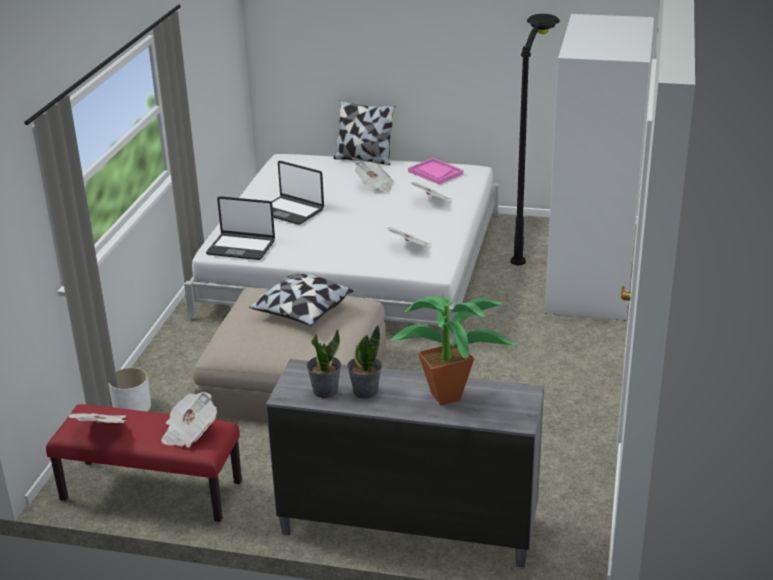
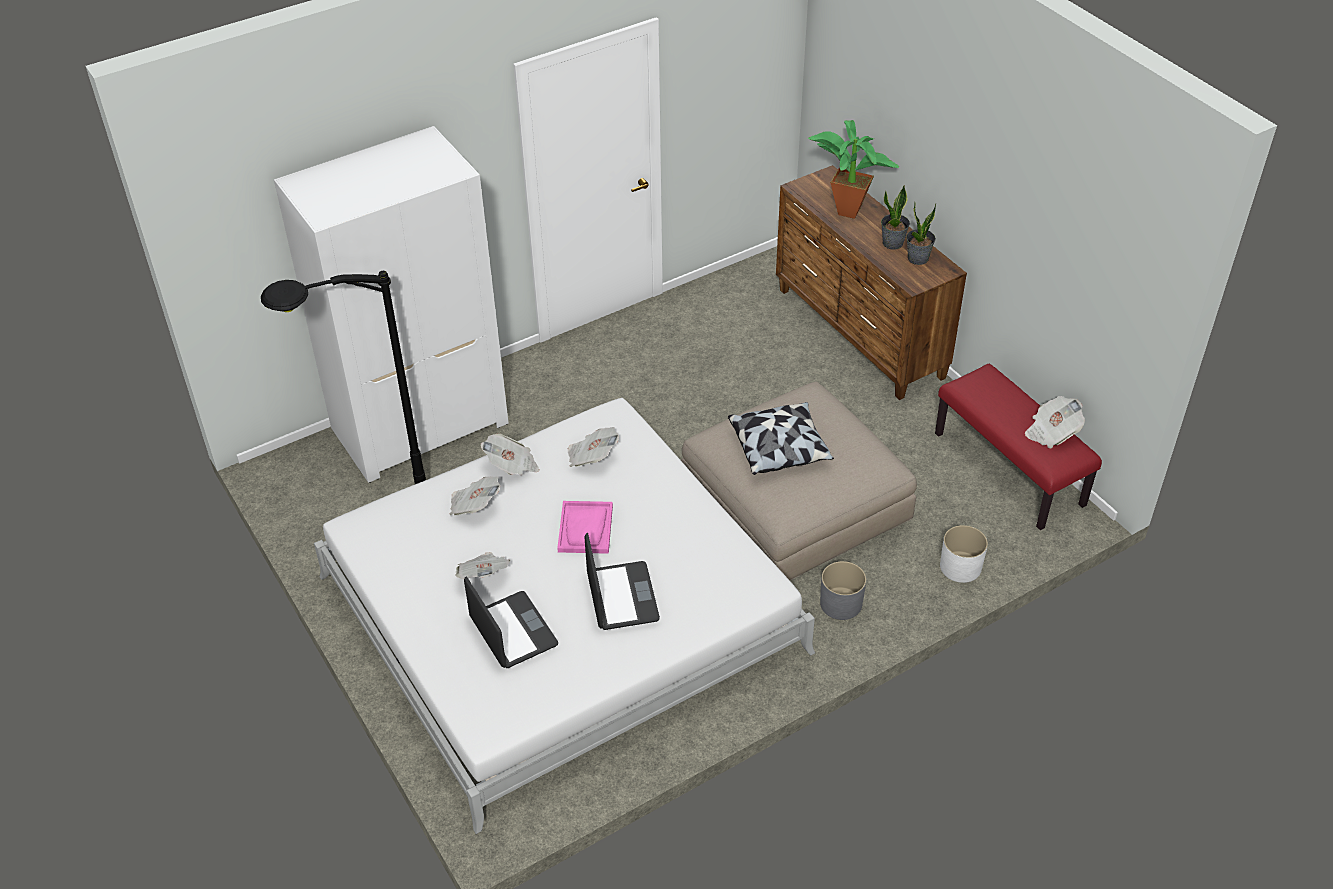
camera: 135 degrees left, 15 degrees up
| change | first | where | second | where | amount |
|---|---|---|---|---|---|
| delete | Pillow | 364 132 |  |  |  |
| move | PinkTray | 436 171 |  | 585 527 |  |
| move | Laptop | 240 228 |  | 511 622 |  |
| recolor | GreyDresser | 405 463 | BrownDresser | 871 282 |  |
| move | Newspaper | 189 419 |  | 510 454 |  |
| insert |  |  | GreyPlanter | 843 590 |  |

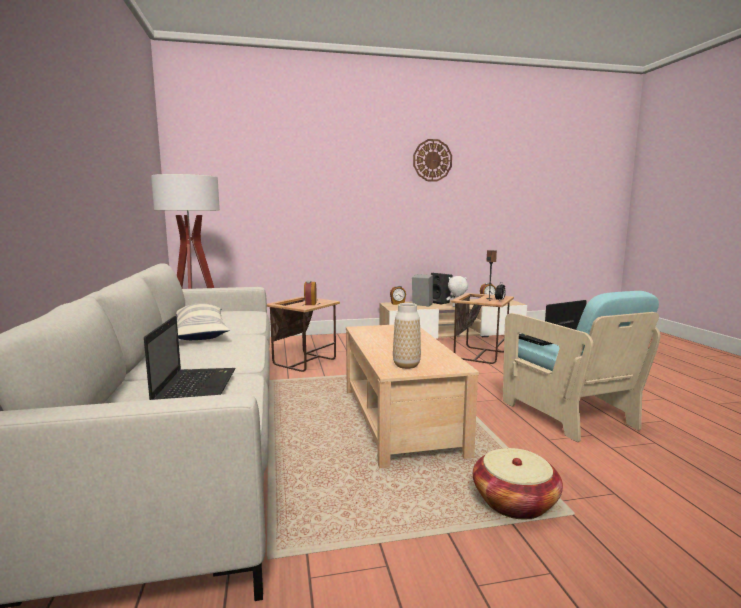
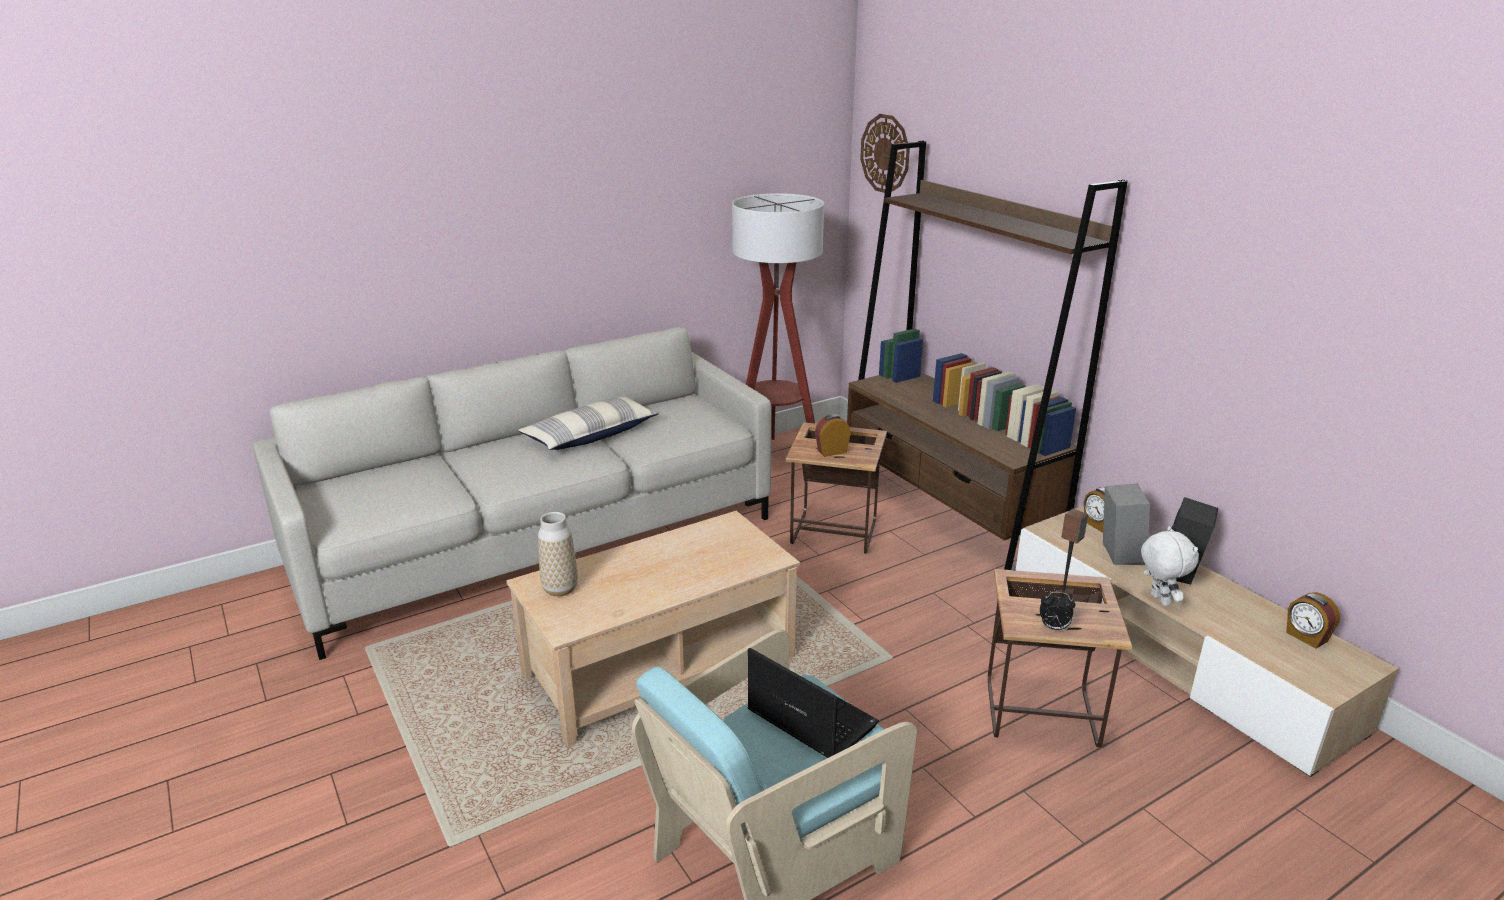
camera: 70 degrees right, 15 degrees up
| change | first | where | second | where | amount |
|---|---|---|---|---|---|
| move | WallClock | 432 160 |  | 885 153 |  |
| delete | Laptop | 189 358 |  |  |  |
| delete | Basket | 518 483 |  |  |  |
| insert |  |  | BrownBookcase | 987 355 |  |

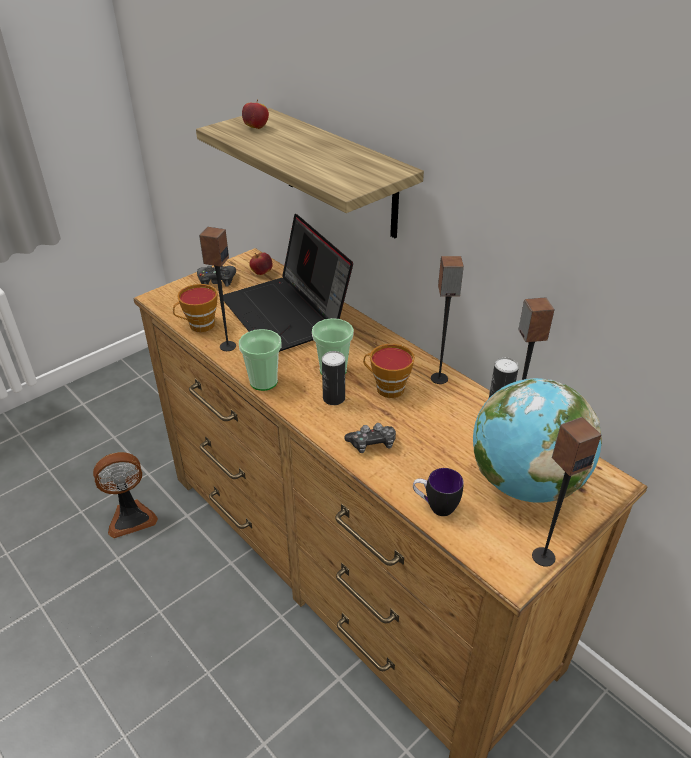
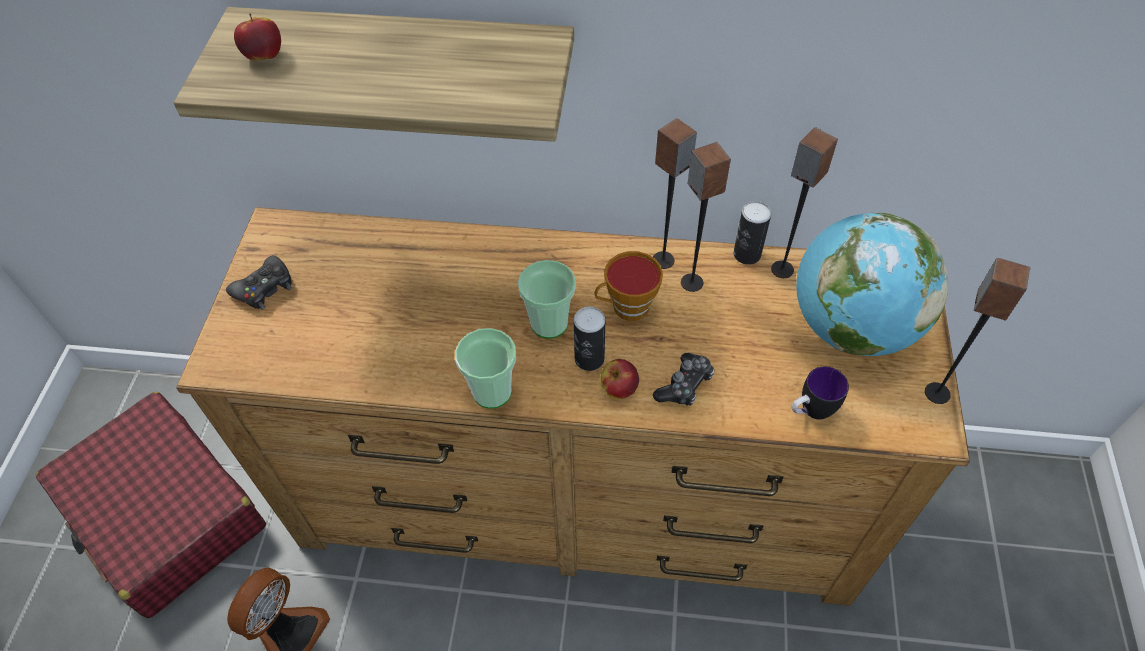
camera: 40 degrees left, 15 degrees up
| change | first | where | second | where | amount |
|---|---|---|---|---|---|
| delete | Laptop | 288 283 |  |  |  |
| move | Speaker | 217 289 |  | 706 217 |  |
| move | Apple | 261 263 |  | 619 379 |  |
| delete | Cup | 195 308 |  |  |  |
| insert |  |  | RedSuitcase | 151 505 |  |

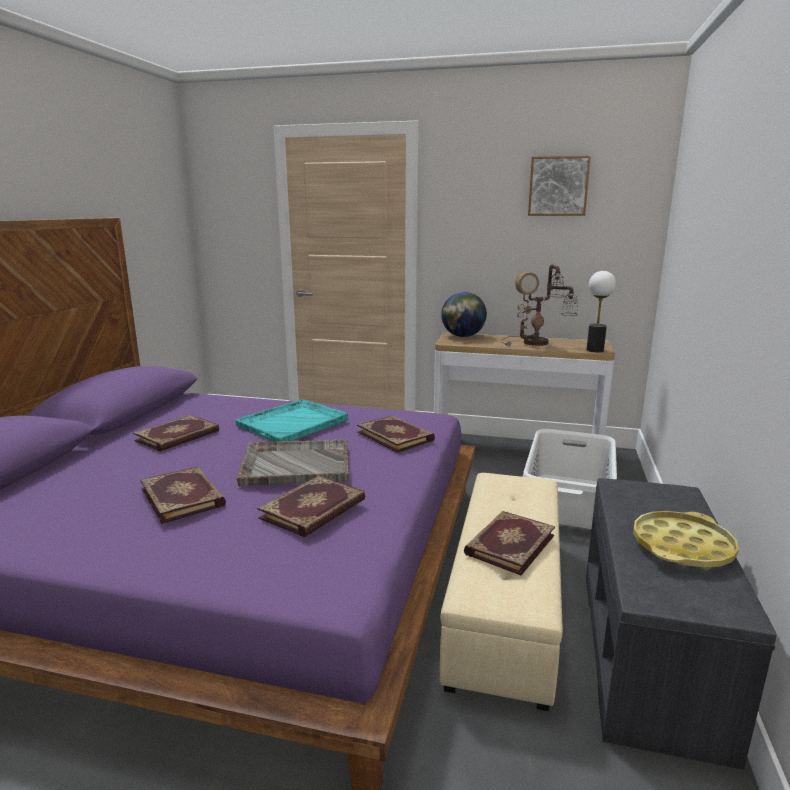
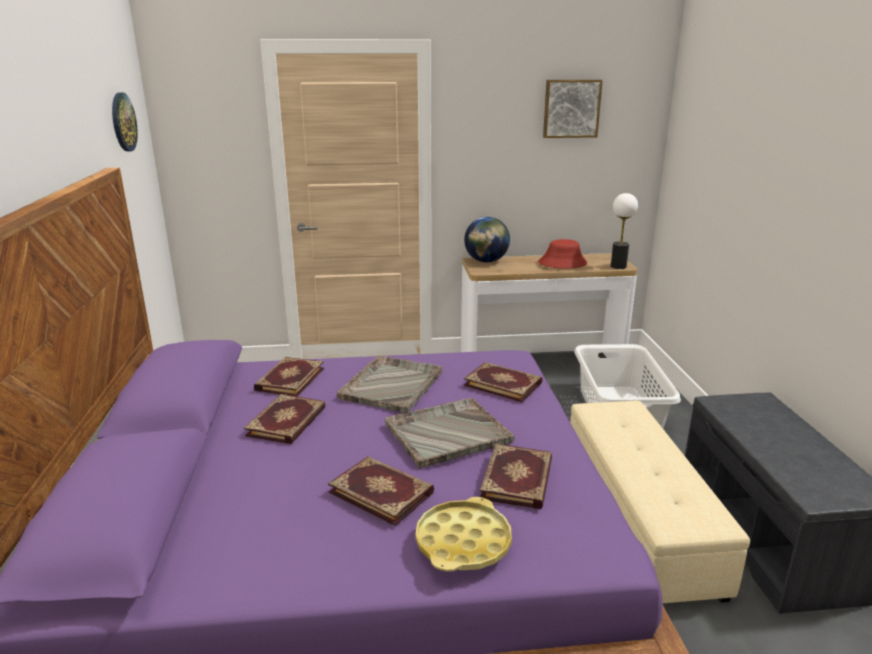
camera: 20 degrees left, 5 degrees up
| change | first | where | second | where | amount |
|---|---|---|---|---|---|
| replace | TableLamp | 539 305 | RedHat | 562 254 |  |
| recolor | TurquoiseTray | 292 420 | GreyTray | 389 384 |  |
| move | Book | 509 543 |  | 289 377 |  |
| move | YellowTray | 686 540 |  | 464 534 |  |
| insert |  |  | WallClock | 125 122 |  |

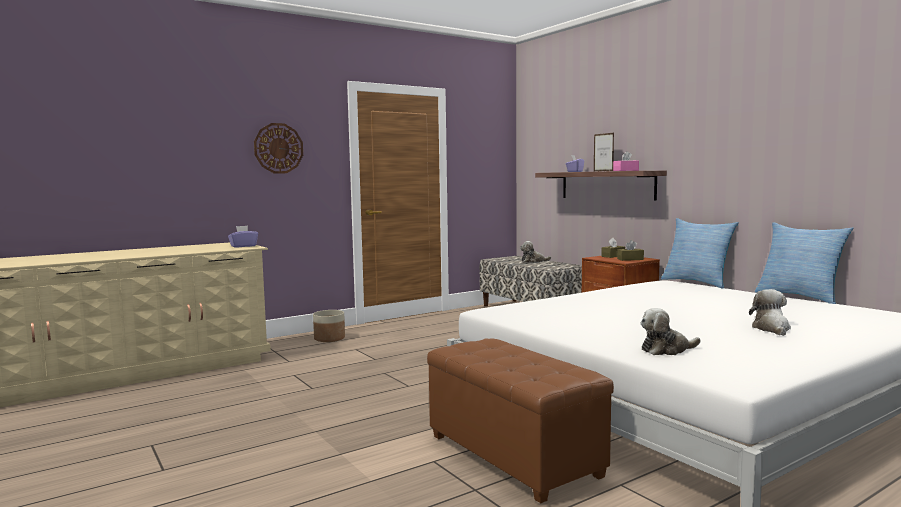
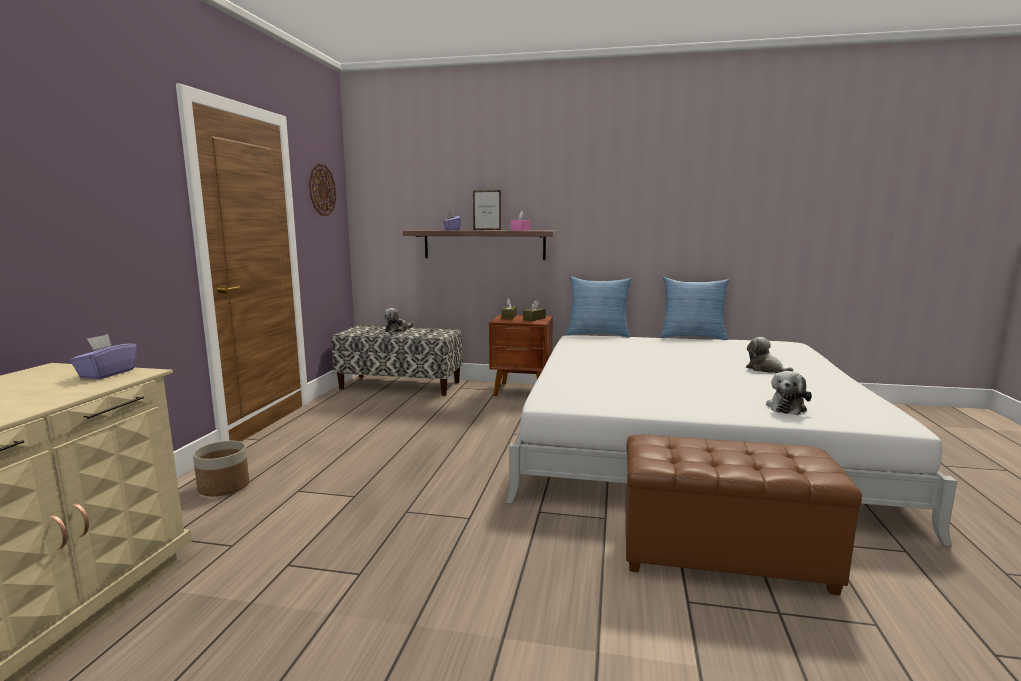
camera: 45 degrees left, 5 degrees up
| change | first | where | second | where | amount |
|---|---|---|---|---|---|
| move | WallClock | 278 148 |  | 322 190 |  |

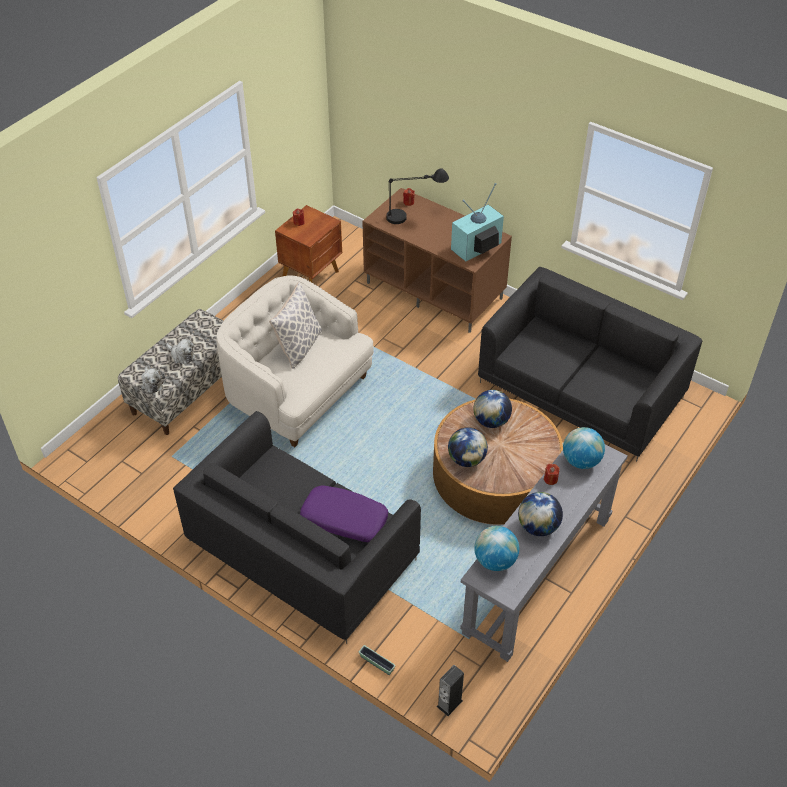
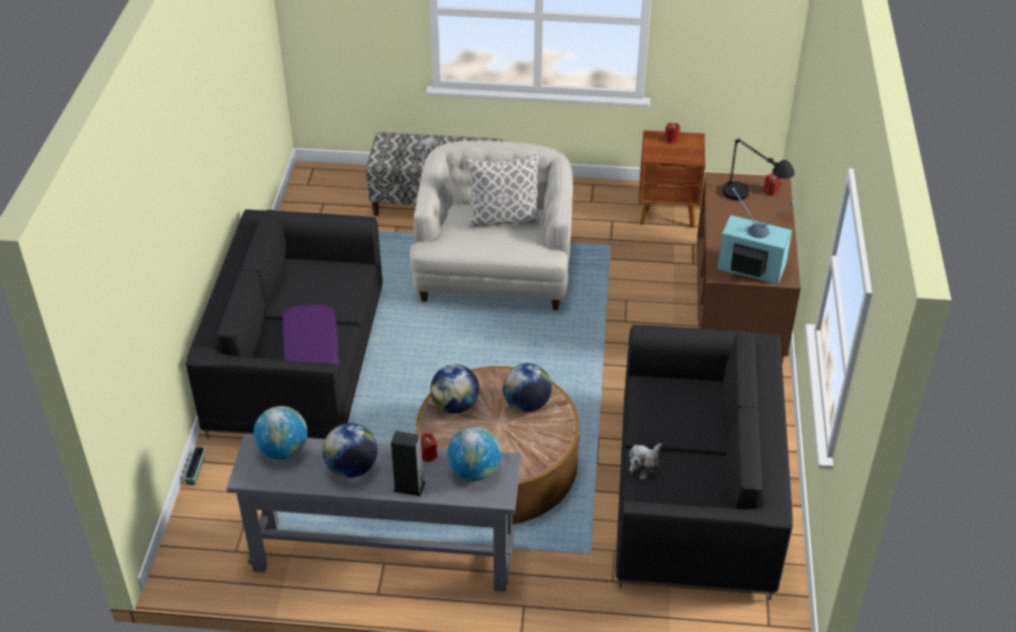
camera: 60 degrees right, 5 degrees down
| change | first | where | second | where | amount |
|---|---|---|---|---|---|
| move | PlushToy | 153 379 |  | 645 461 |  |
| move | Speaker | 450 690 |  | 408 464 |  |

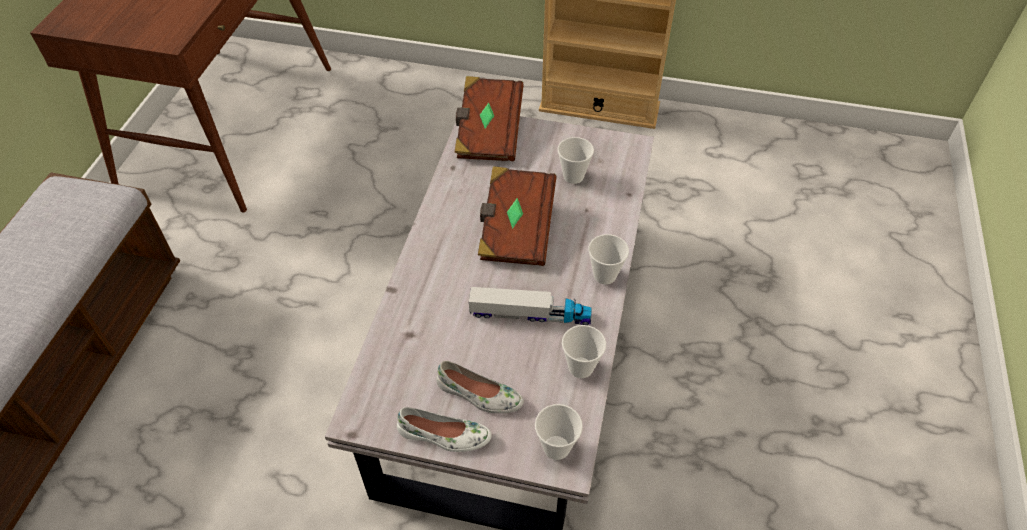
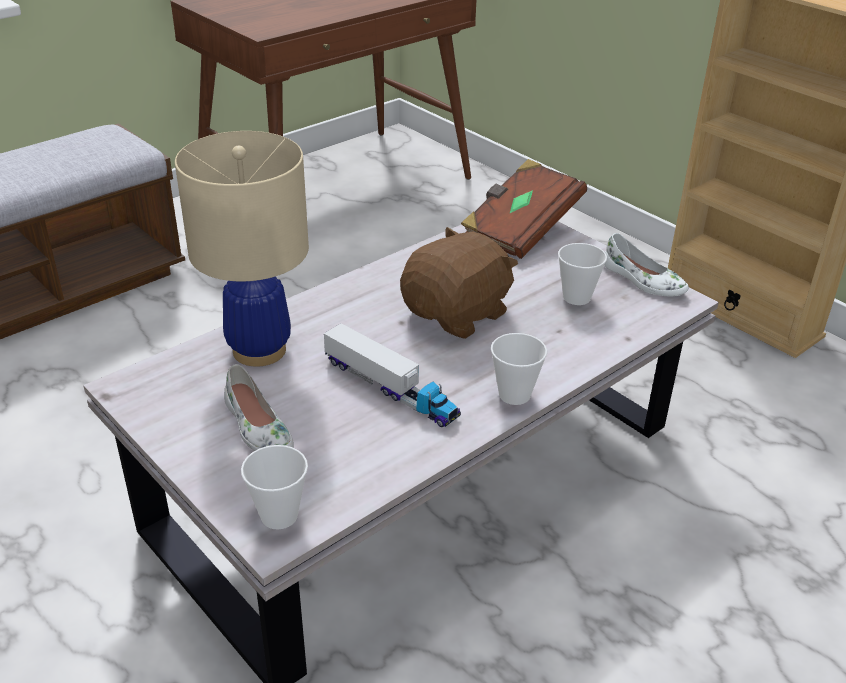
camera: 35 degrees right, 15 degrees down
| change | first | where | second | where | amount |
|---|---|---|---|---|---|
| replace | BrownBook | 517 216 | BrownPlushToy | 459 283 |  |
| delete | Cup | 584 351 |  |  |  |
| move | WhiteShoe | 444 429 |  | 646 264 |  |
| insert |  |  | BeigeTableLamp | 242 249 |  |

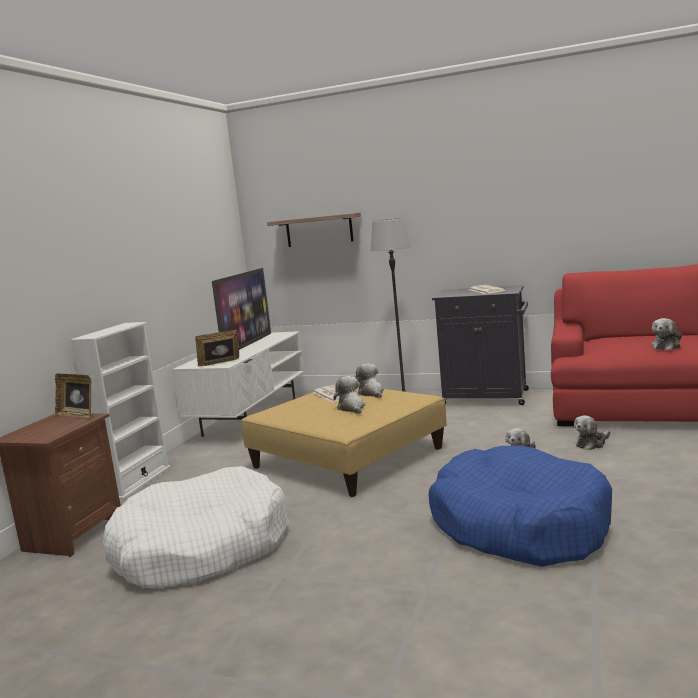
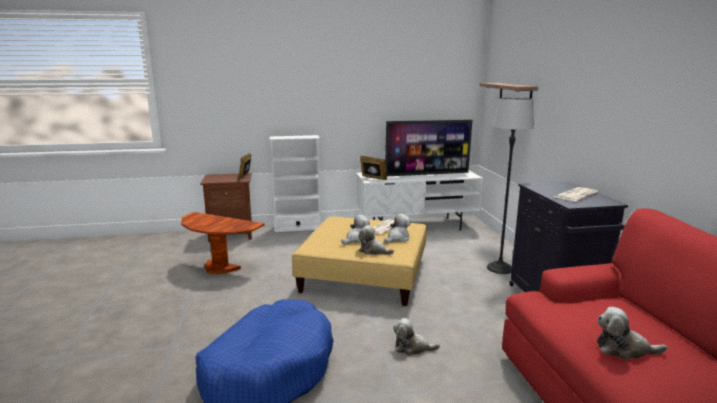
camera: 60 degrees right, 5 degrees up
| change | first | where | second | where | amount |
|---|---|---|---|---|---|
| move | PlushToy | 592 432 |  | 376 240 |  |
| replace | WhiteDogBed | 196 527 | BrownSideTable | 222 243 |  |

